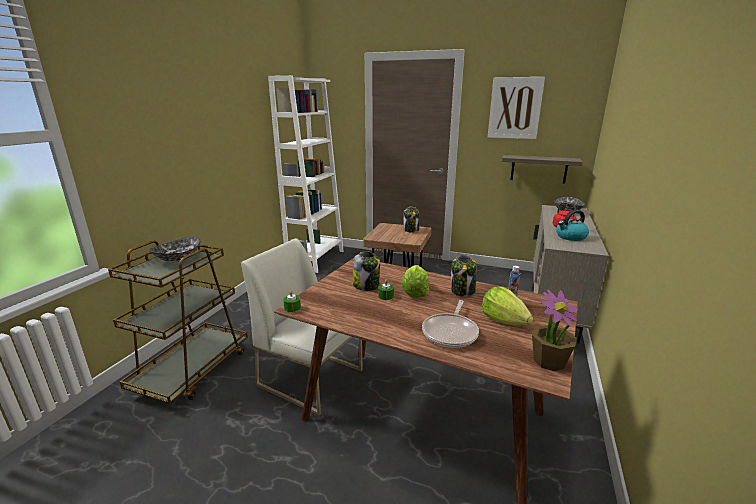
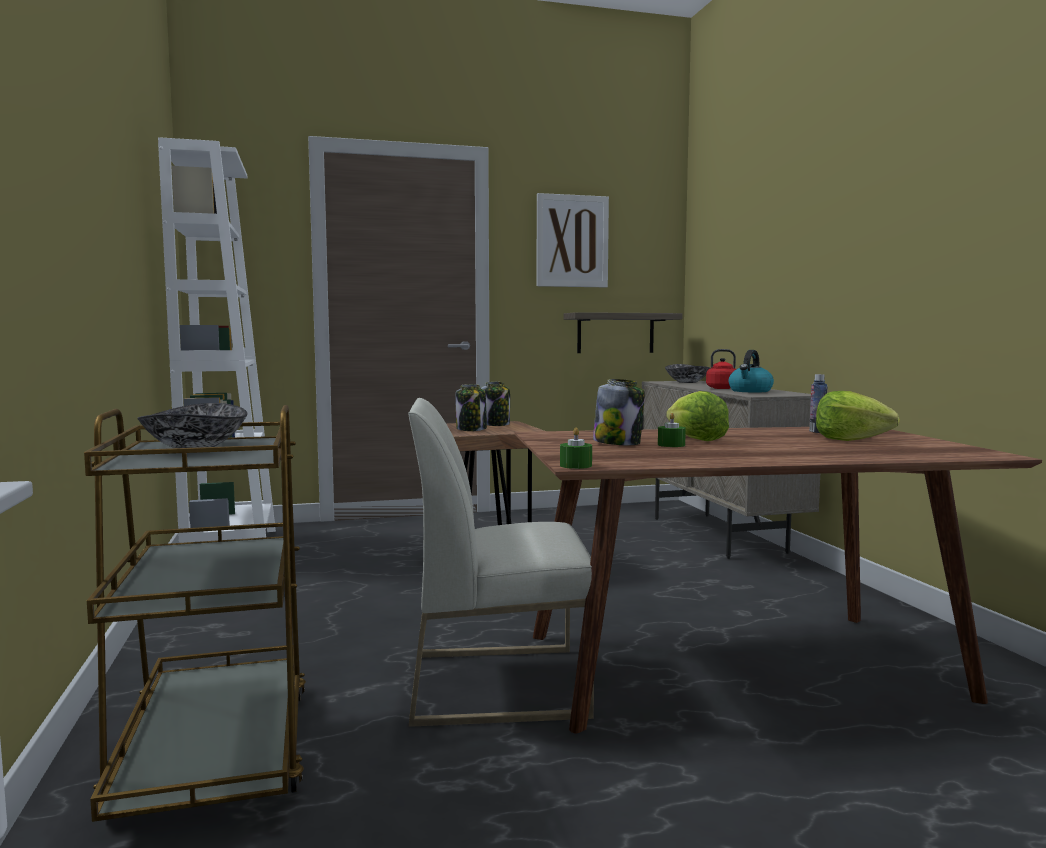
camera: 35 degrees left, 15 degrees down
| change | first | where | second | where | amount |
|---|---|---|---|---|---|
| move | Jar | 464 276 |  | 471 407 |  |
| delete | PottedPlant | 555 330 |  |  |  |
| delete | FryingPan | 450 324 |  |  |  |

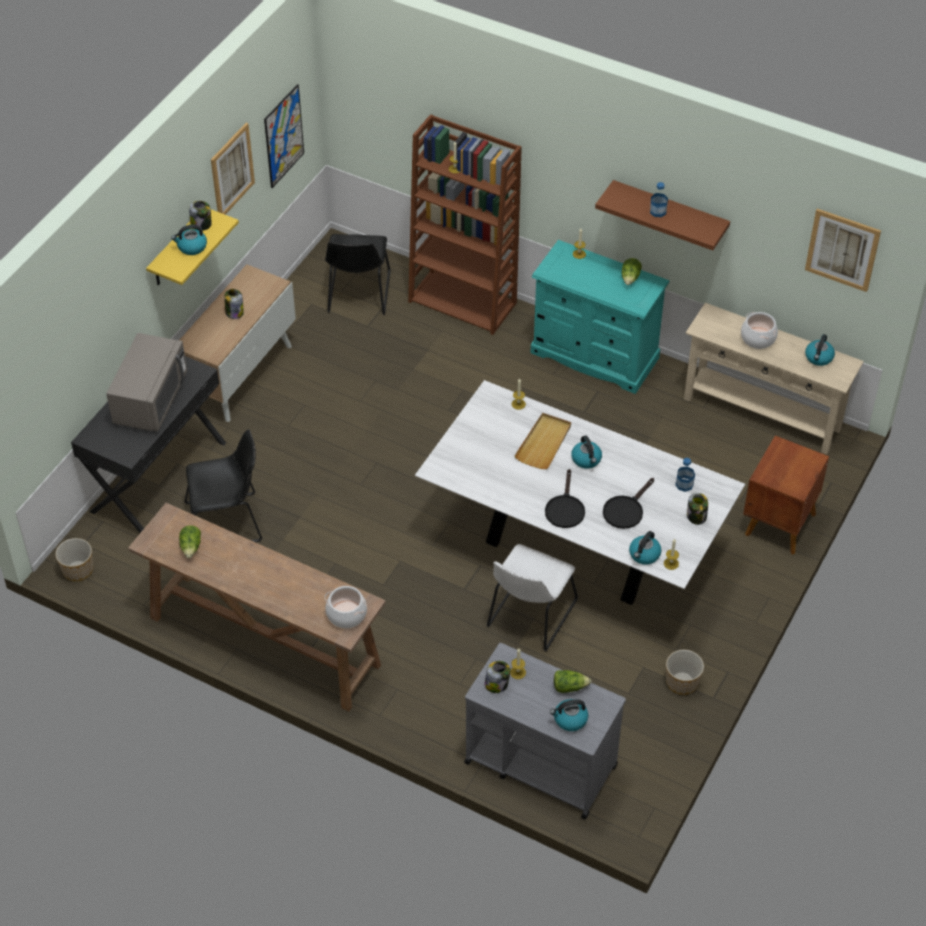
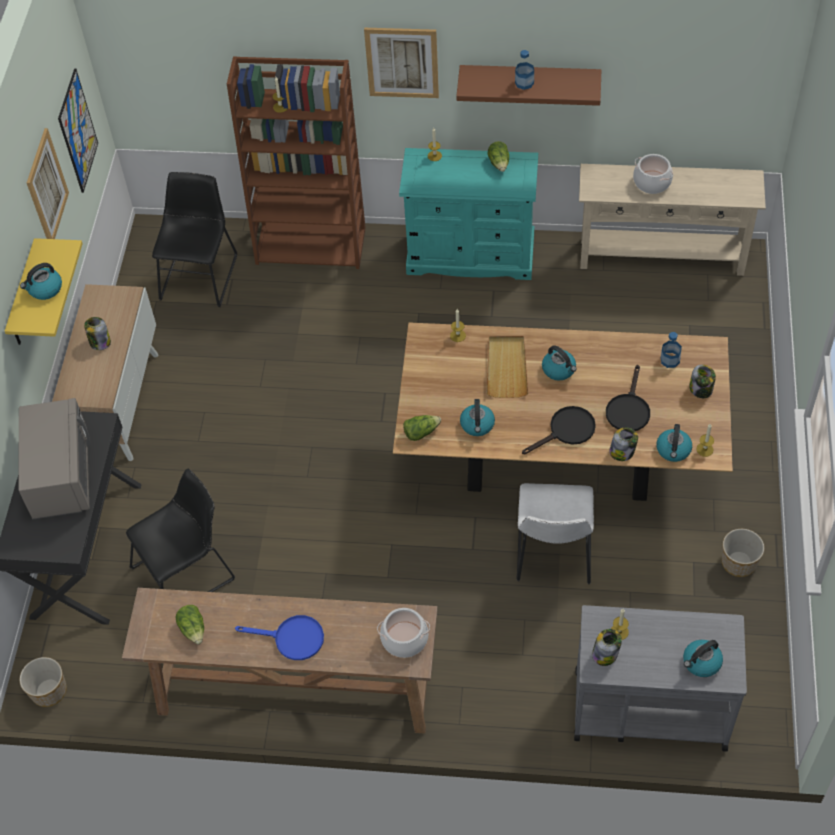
camera: 20 degrees left, 5 degrees up
| change | first | where | second | where | amount |
|---|---|---|---|---|---|
| move | Jar | 200 216 |  | 623 444 |  |
| move | Picture | 843 250 |  | 401 63 |  |
| rotate | BlackChair | 357 274 |  | 194 239 | 150 degrees counterclockwise |
| move | Kettle | 820 350 |  | 477 417 |  |
| recolor | WhiteDiningTable | 580 492 | BrownDiningTable | 563 411 |  |
| delete | BrownNightstand | 786 495 |  |  |  |
| rotate | BlackFryingPan | 565 498 |  | 559 430 | 105 degrees counterclockwise |
| move | Lettuce | 572 681 |  | 422 428 |  |
| insert |  |  | BlueFryingPan | 279 637 |  |

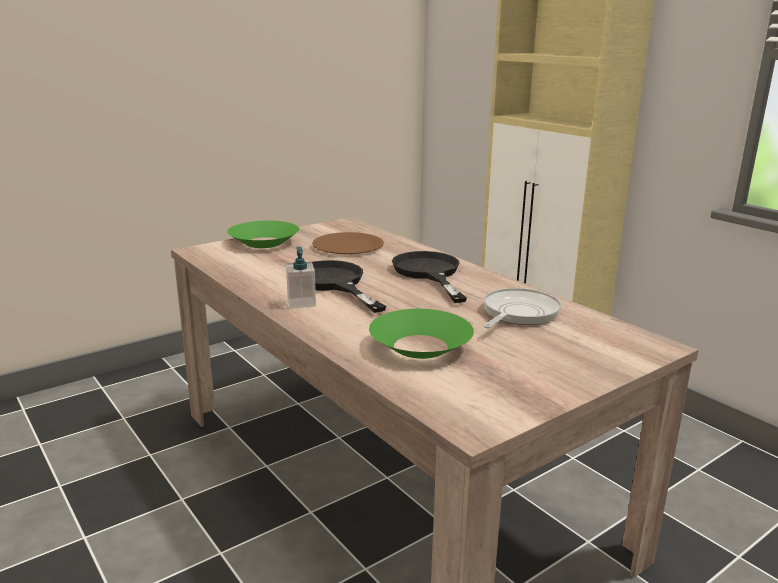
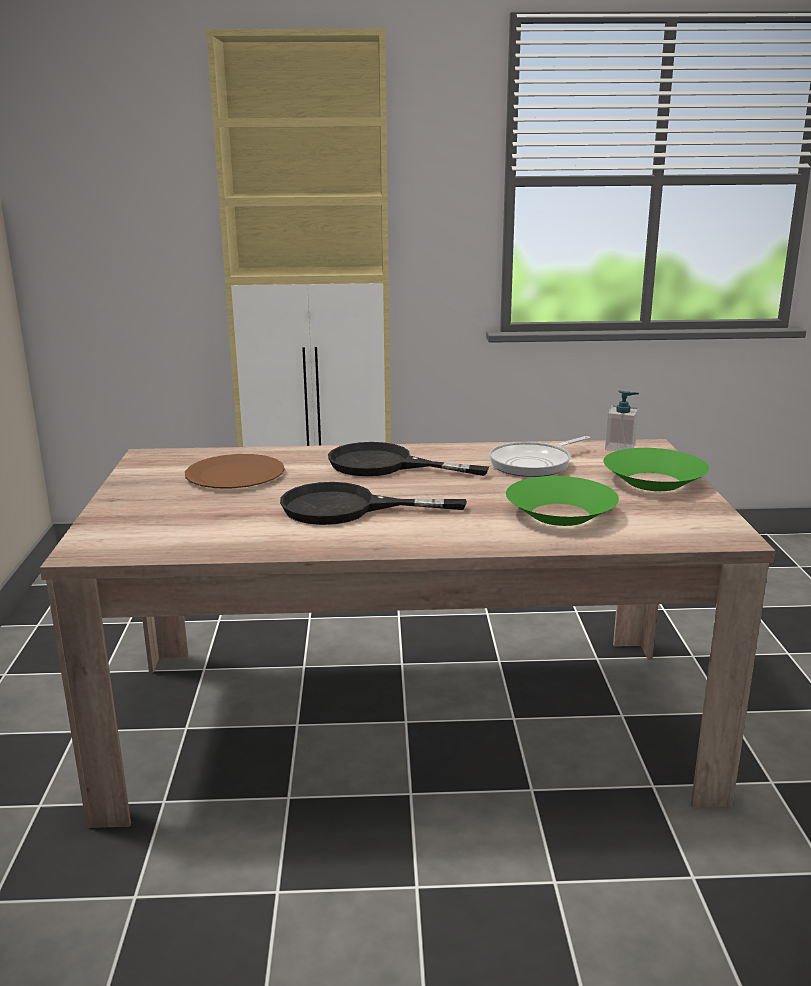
camera: 55 degrees left, 0 degrees up
| change | first | where | second | where | amount |
|---|---|---|---|---|---|
| move | GreenBowl | 263 234 |  | 656 469 |  |
| move | SoapDispenser | 301 277 |  | 622 420 |  |
| rotate | FryingPan | 522 308 |  | 539 456 | 105 degrees counterclockwise |

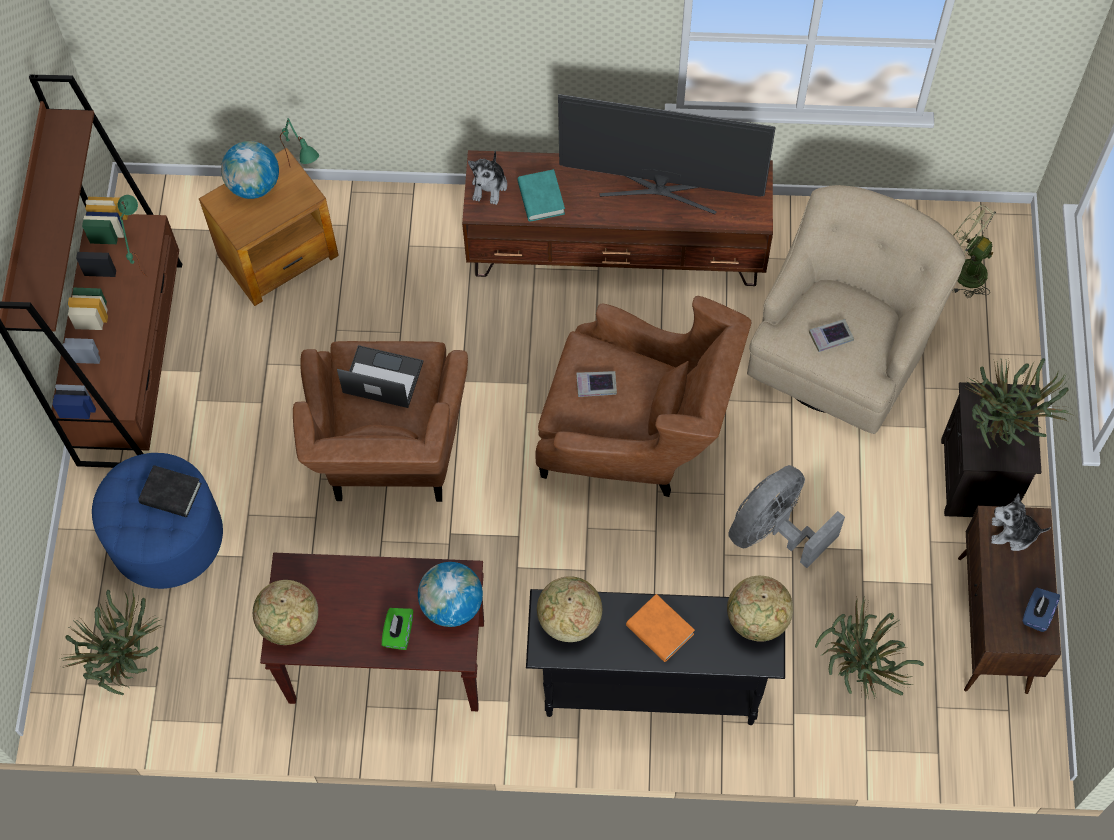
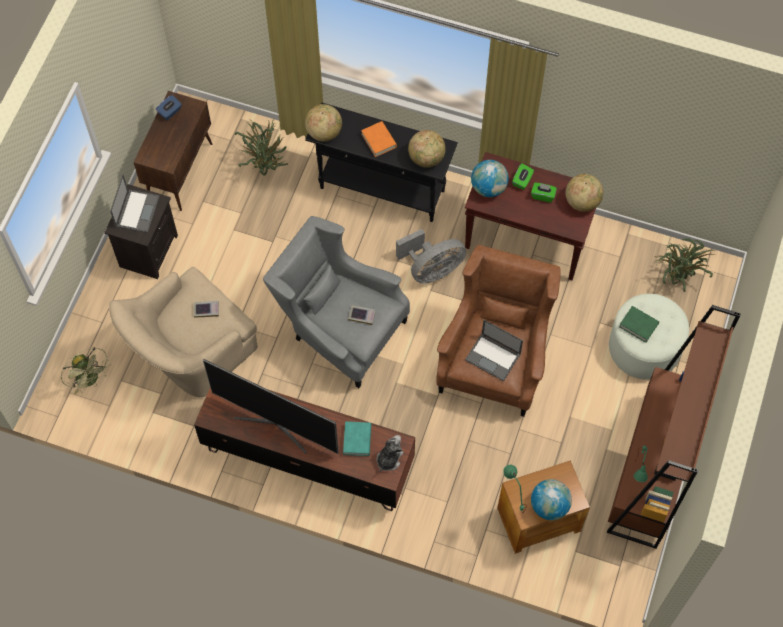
camera: 165 degrees left, 0 degrees up
| change | first | where | second | where | amount |
|---|---|---|---|---|---|
| recolor | BrownArmchair | 643 396 | GreyArmchair | 336 302 |  |
| replace | PottedPlant | 1018 403 | Laptop | 135 203 |  |
| recolor | BlueOttoman | 157 521 | WhiteOttoman | 649 337 |  |
| recolor | BlackBook | 170 491 | GreenBook | 639 324 |  |
| move | GreyFan | 786 516 |  | 431 256 |  |
| delete | PlushToy | 1021 522 |  |  |  |
| insert |  |  | GreenTissueBox | 544 193 |  |

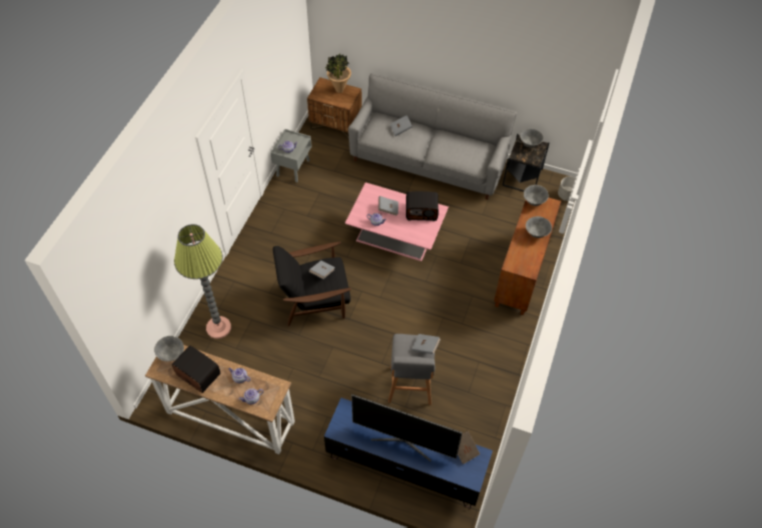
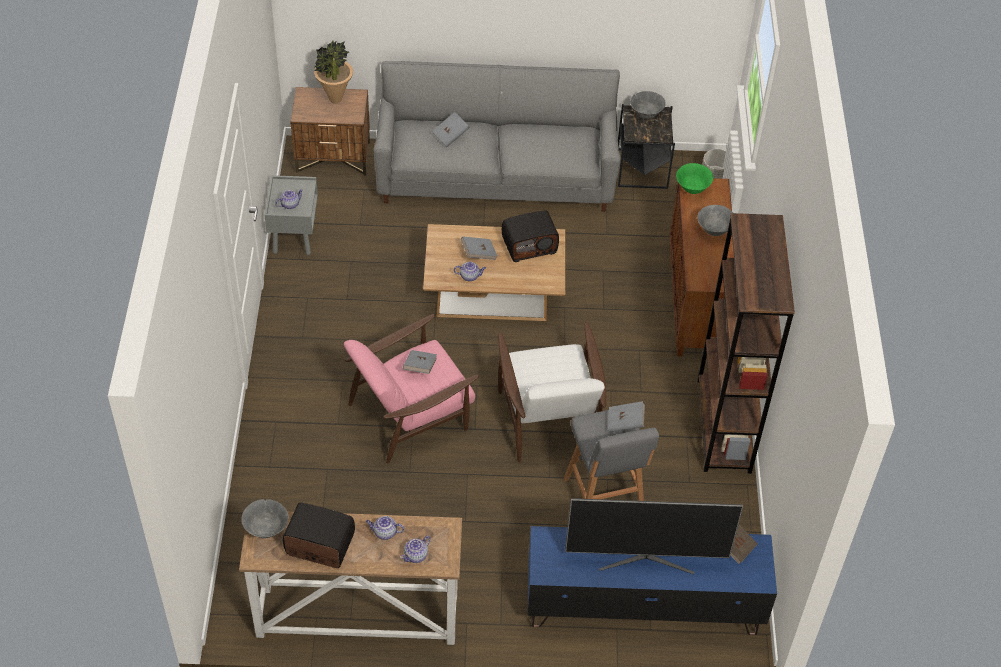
camera: 20 degrees left, 5 degrees down
| change | first | where | second | where | amount |
|---|---|---|---|---|---|
| recolor | PinkCoffeeTable | 397 221 | BrownCoffeeTable | 494 272 |  |
| recolor | GreyBowl | 536 195 | GreenBowl | 694 178 |  |
| delete | FloorLamp | 202 281 |  |  |  |
| recolor | BlackArmchair | 312 283 | PinkArmchair | 411 389 |  |
| insert |  |  | BrownBookcase | 746 343 |  |
| insert |  |  | WhiteArmchair | 552 391 |  |

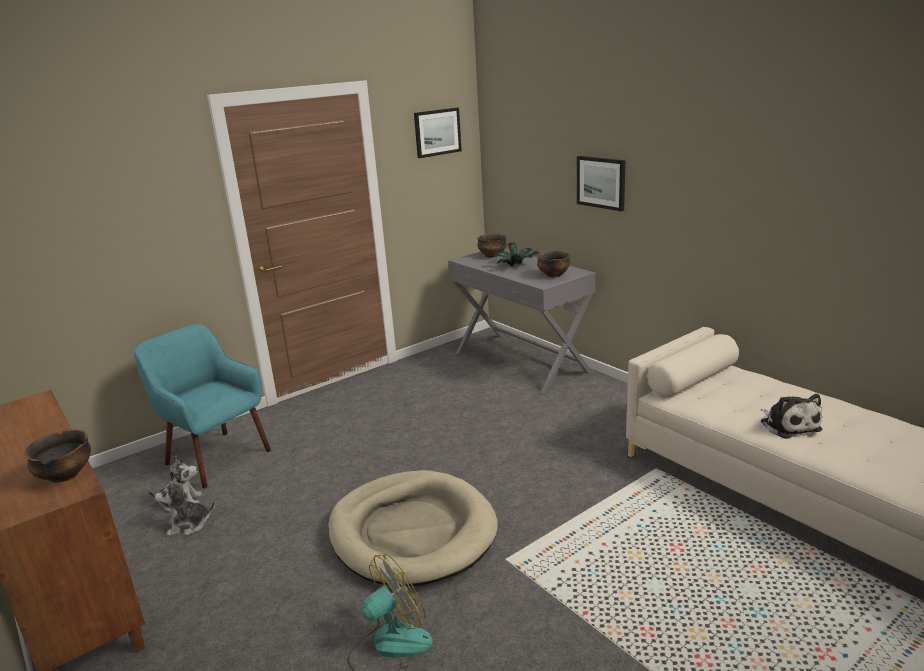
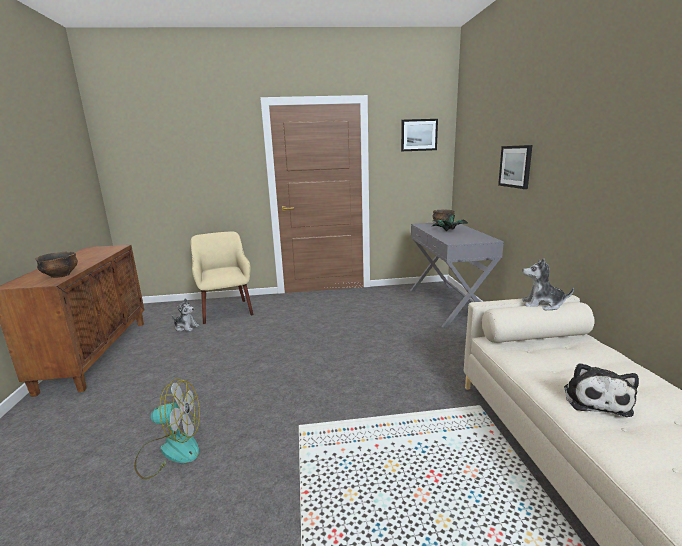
camera: 30 degrees right, 5 degrees down
| change | first | where | second | where | amount |
|---|---|---|---|---|---|
| delete | Bowl | 553 264 |  |  |  |
| recolor | TurquoiseArmchair | 202 406 | BeigeArmchair | 222 277 |  |
| delete | BeigeDogBed | 413 528 |  |  |  |
| move | PlushToy | 185 506 |  | 548 284 |  |

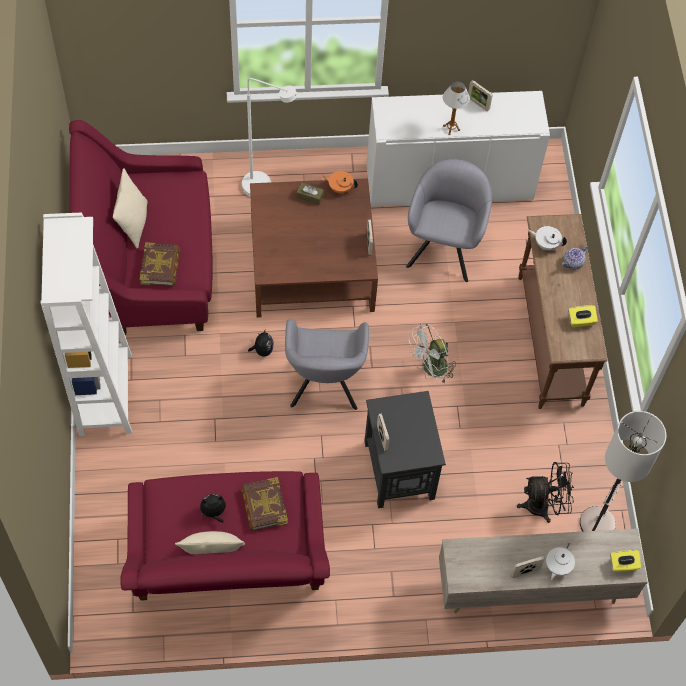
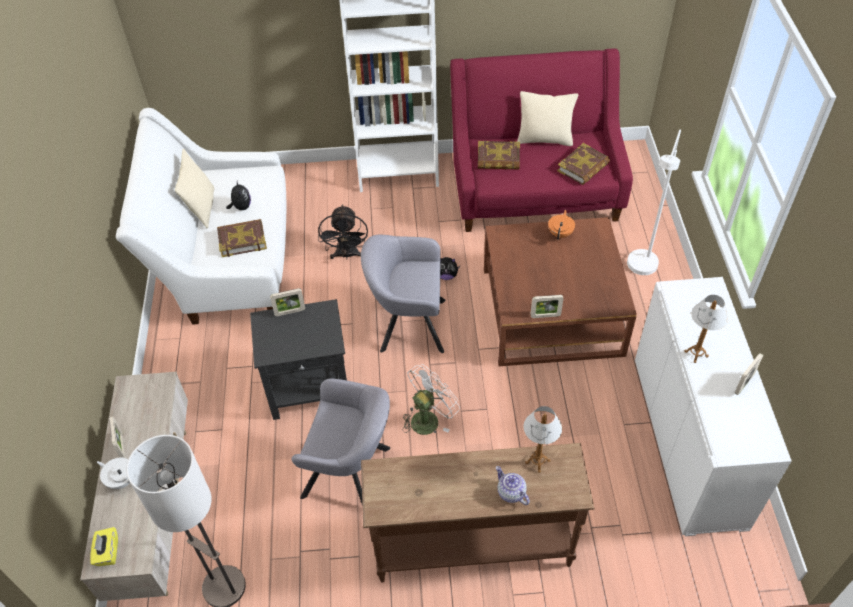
camera: 95 degrees right, 10 degrees down
| change | first | where | second | where | amount |
|---|---|---|---|---|---|
| move | GreyArmchair | 449 220 |  | 340 441 |  |
| move | OrangeTeapot | 340 182 |  | 561 225 |  |
| delete | BrownTissueBox | 310 193 |  |  |  |
| replace | WhiteTeapot | 548 238 | TableLamp | 542 439 |  |
| delete | YellowTissueBox | 583 316 |  |  |  |
| rotate | WhiteFan | 432 354 |  | 431 399 | 75 degrees clockwise |
| move | BlackFan | 545 492 |  | 343 232 |  |
| recolor | RedSofa | 225 536 | WhiteSofa | 201 216 |  |
| insert |  |  | Book | 583 164 |  |

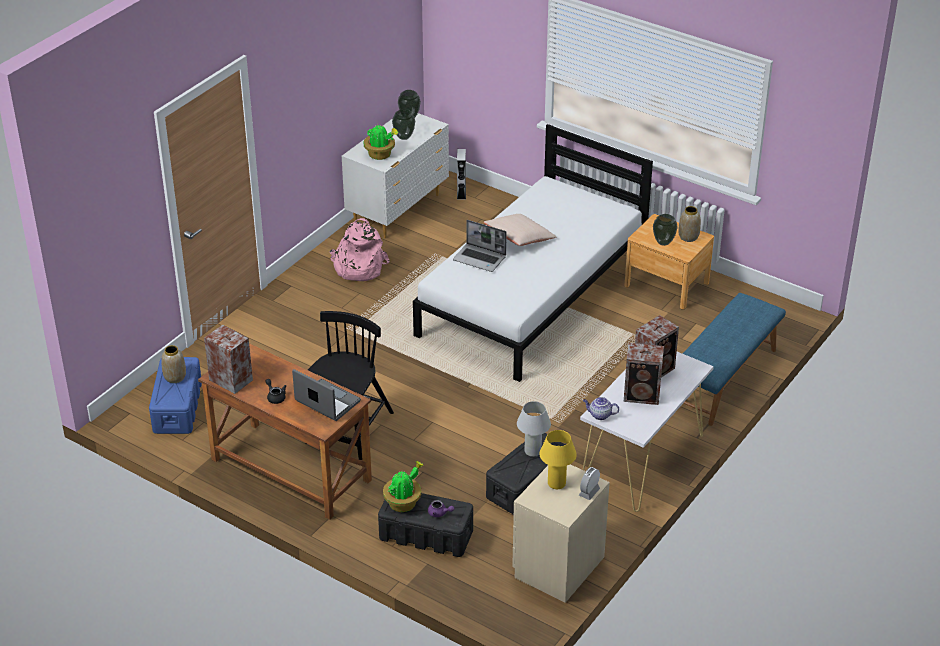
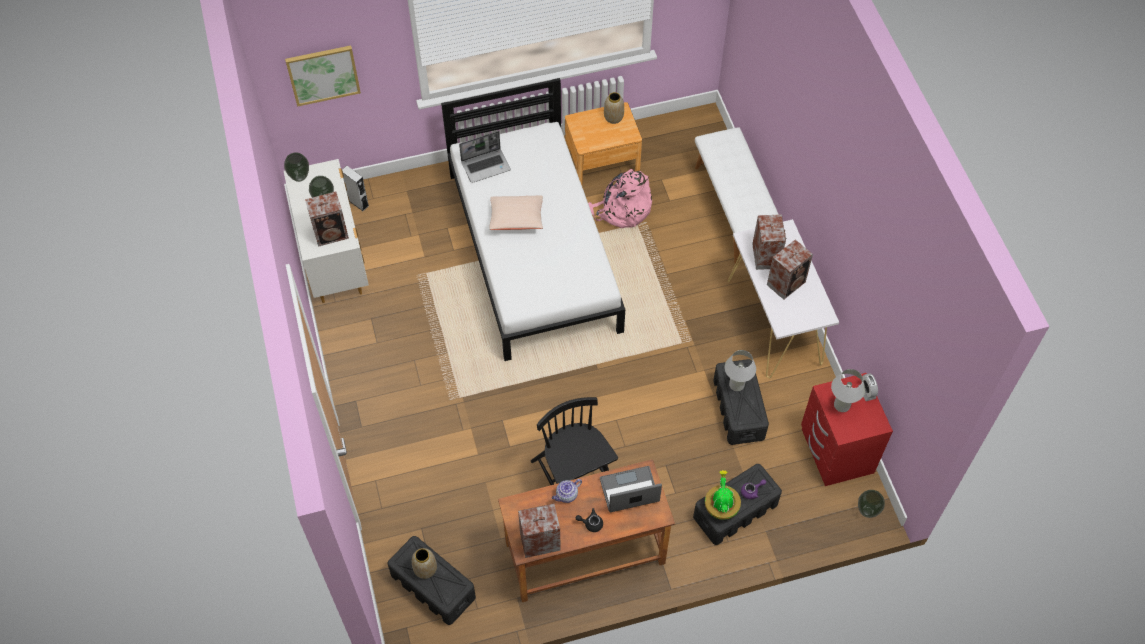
camera: 50 degrees left, 20 degrees up
| change | first | where | second | where | amount |
|---|---|---|---|---|---|
| replace | PottedPlant | 381 142 | Speaker | 327 219 |  |
| move | Vase | 665 230 |  | 871 504 |  |
| move | PinkBackpack | 360 249 |  | 620 198 |  |
| move | Laptop | 480 246 |  | 485 157 |  |
| recolor | BlueBench | 734 359 | WhiteBench | 737 195 |  |
| recolor | BlueStorageBox | 175 395 | BlackStorageBox | 432 580 |  |
| move | Teapot | 601 408 |  | 567 491 |  |
| recolor | YellowTableLamp | 558 459 | WhiteTableLamp | 848 390 |  |
| recolor | BeigeNightstand | 561 533 | RedNightstand | 847 429 |  |
| insert |  |  | Picture | 323 76 |  |

